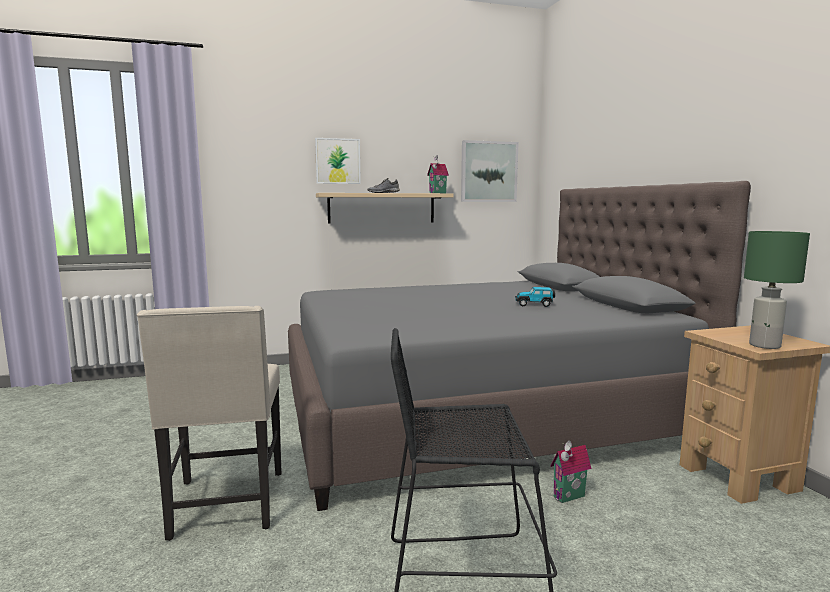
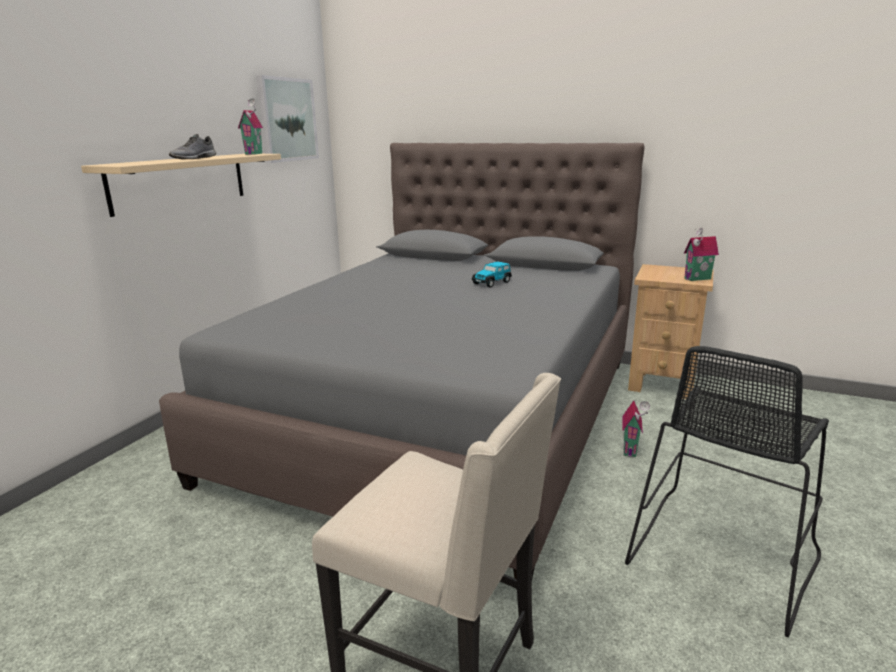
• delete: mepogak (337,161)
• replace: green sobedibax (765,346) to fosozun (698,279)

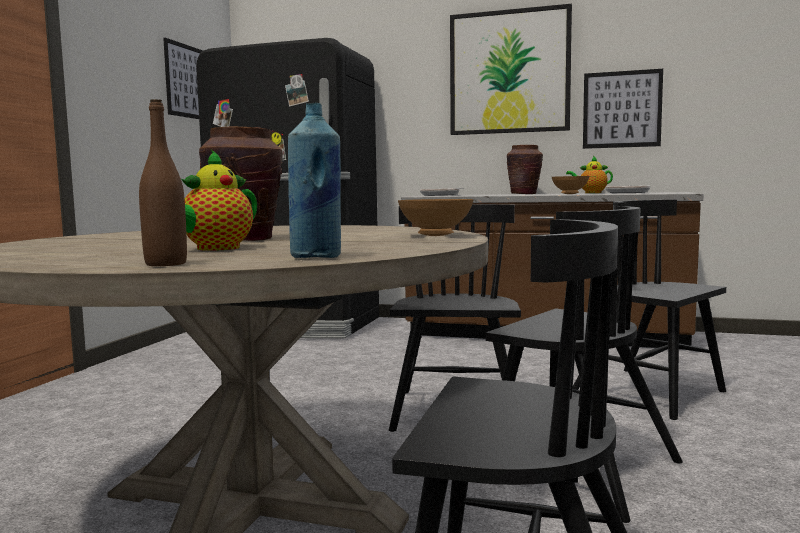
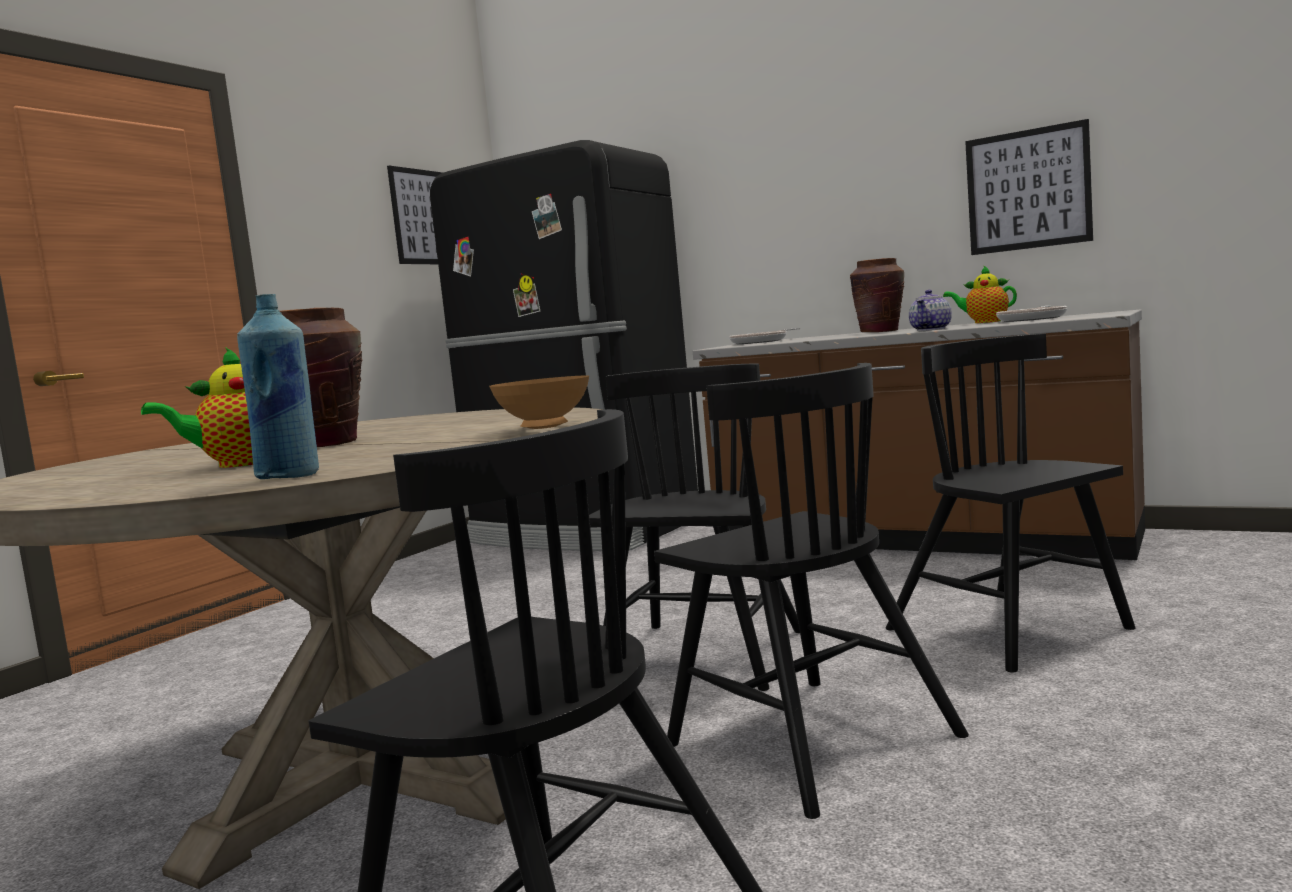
• delete: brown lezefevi (166,264)
• delete: mepogak (509,72)
• replace: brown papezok (570,194) to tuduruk (931,329)

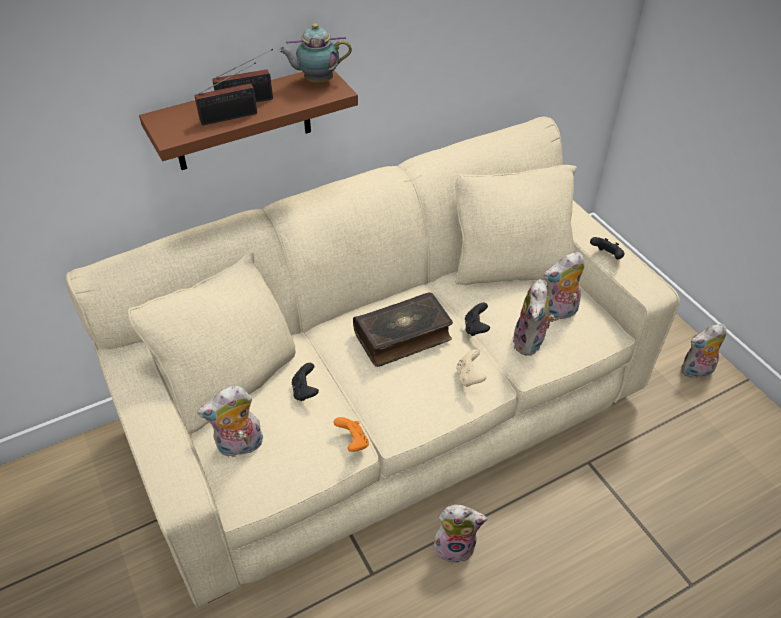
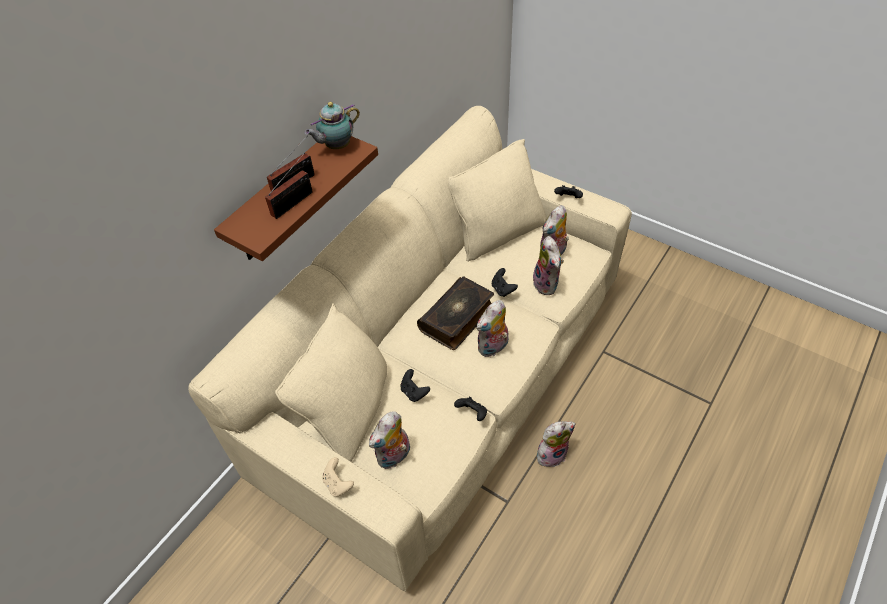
• recolor: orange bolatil (353,442) to black bolatil (472,413)
• move: beige bolatil (469,377) to (338,484)
• move: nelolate (696,372) to (493,347)

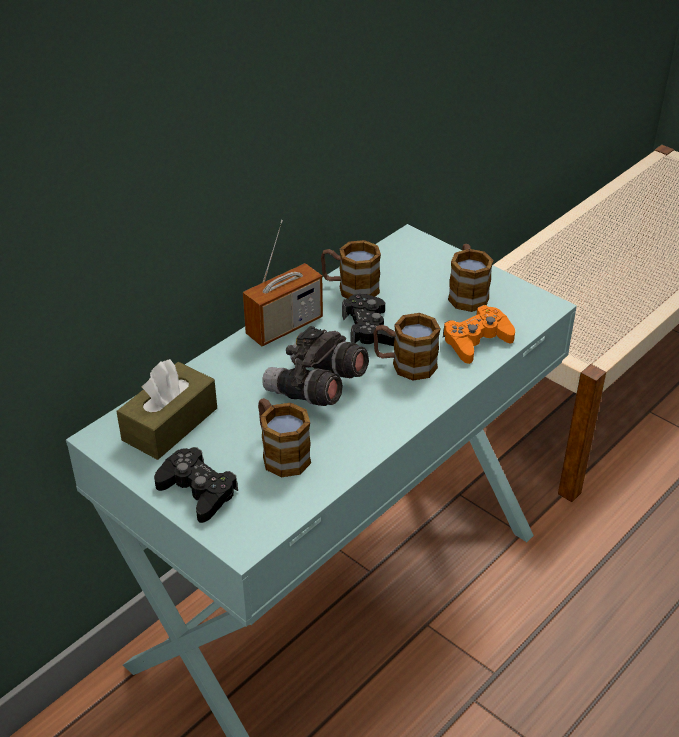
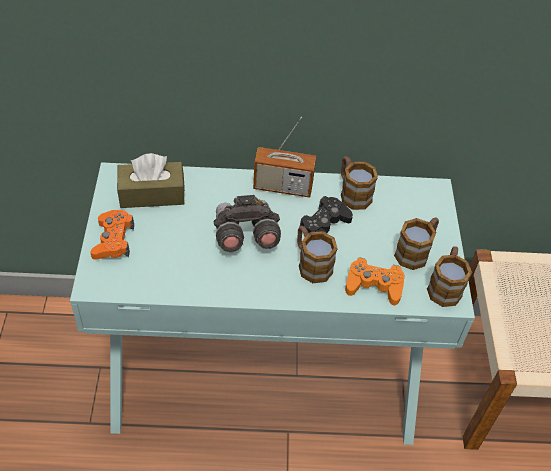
• recolor: black bolatil (197,491) to orange bolatil (113,240)
• move: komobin (281,453) to (445,286)

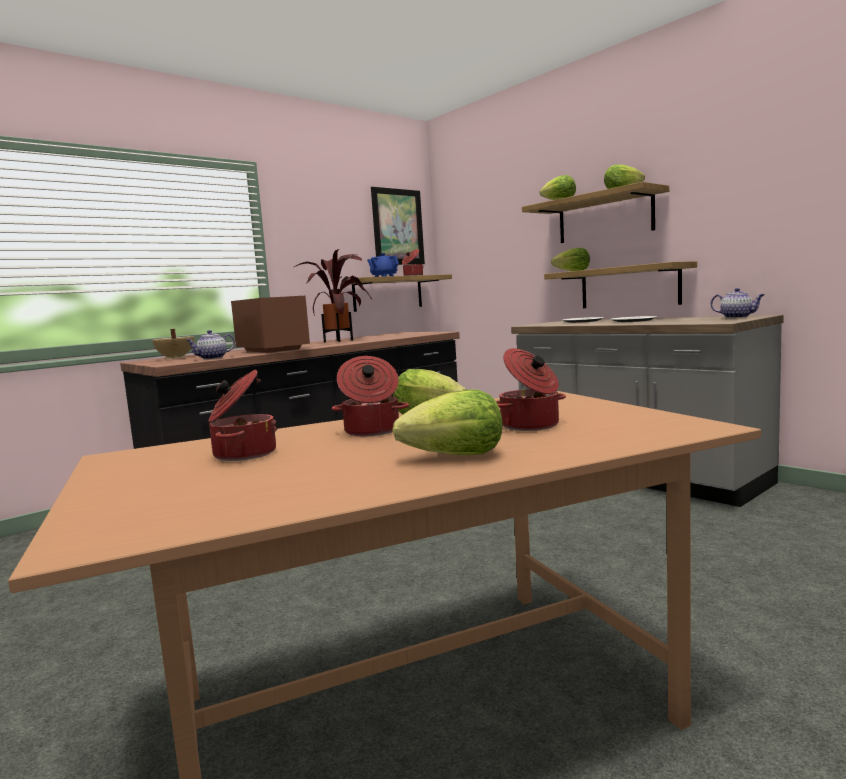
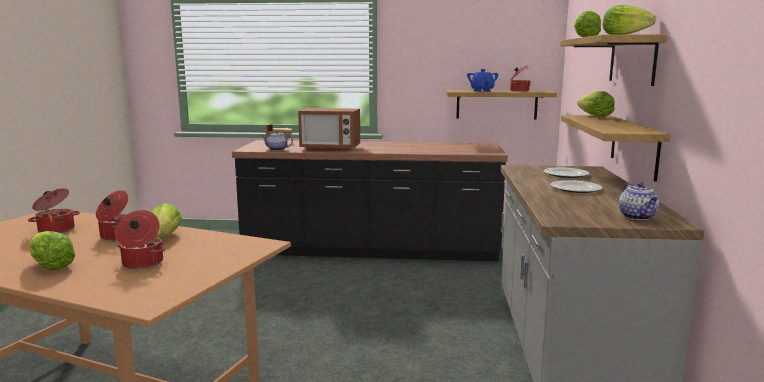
• rotate: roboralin (273,350) = (330,148) 90 degrees clockwise
• delete: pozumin (341,341)
• delete: mepogak (398,227)

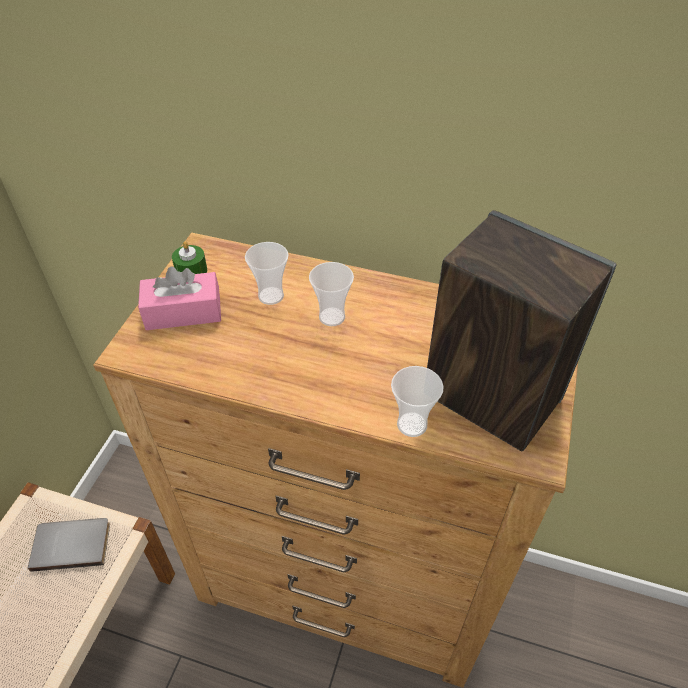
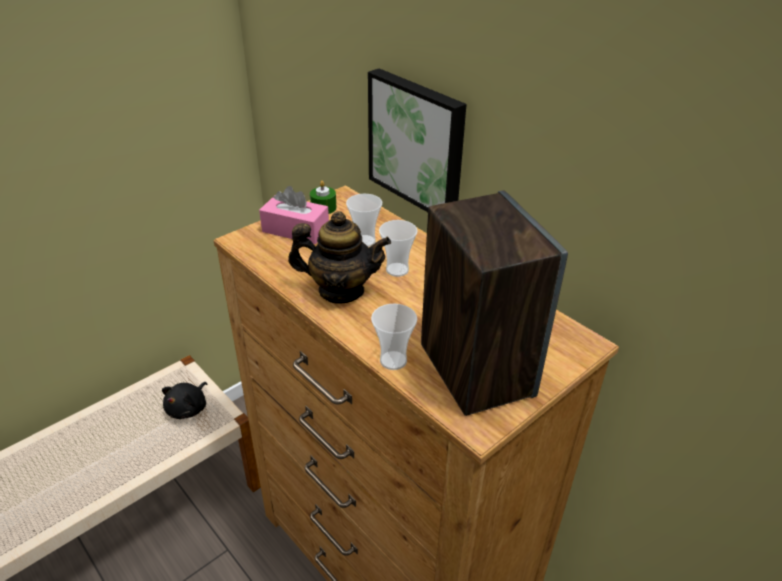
• replace: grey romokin (72,543) to black nelolate (188,408)
• insert: tuduruk (341,290)
• insert: mepogak (418,143)

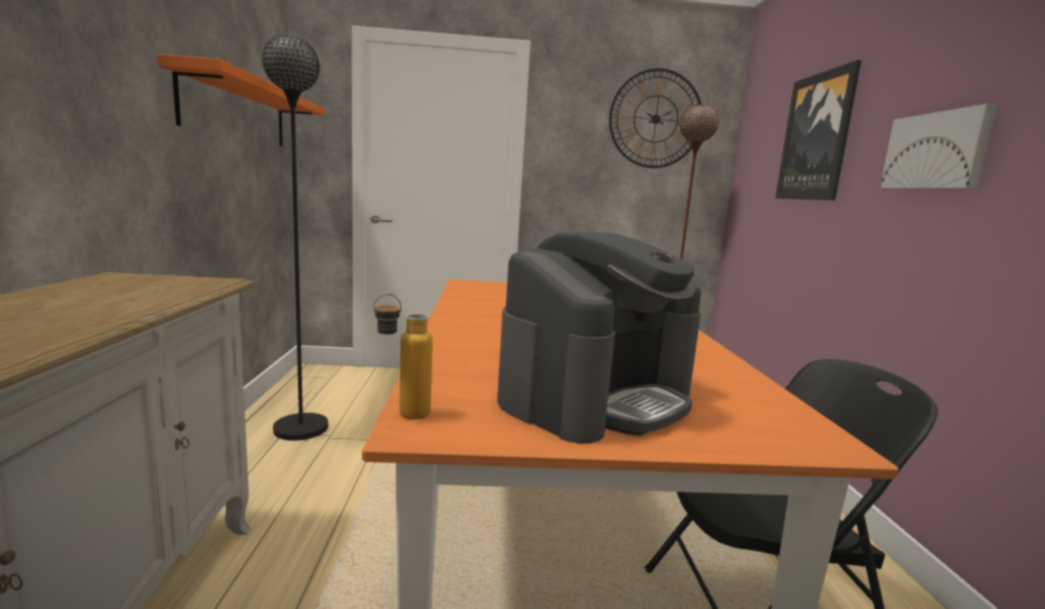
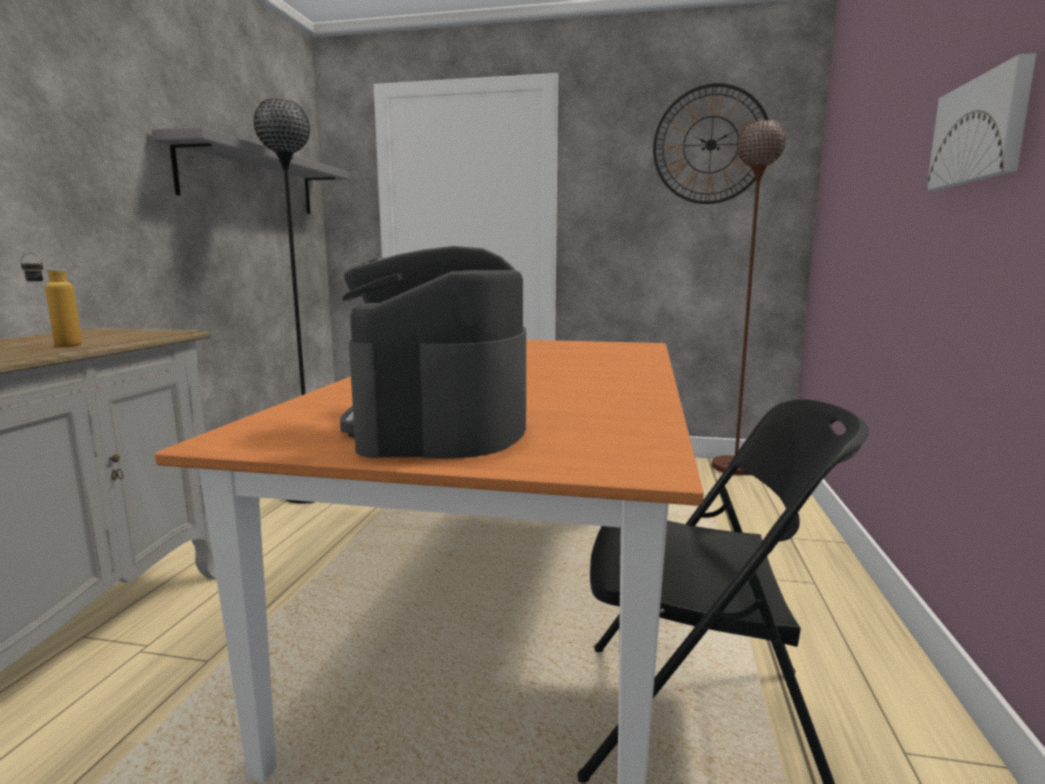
• recolor: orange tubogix (237,111) to grey tubogix (251,180)
• move: lezefevi (401,415) to (58,345)
• rotate: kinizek (596,397) = (440,425) 120 degrees clockwise
• delete: mepogak (816,137)

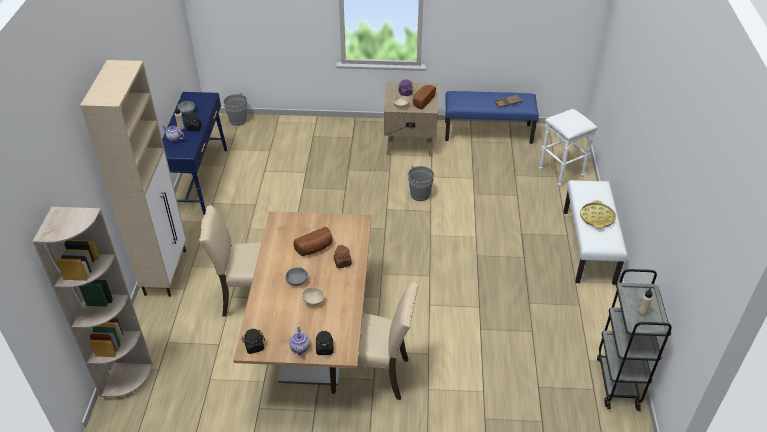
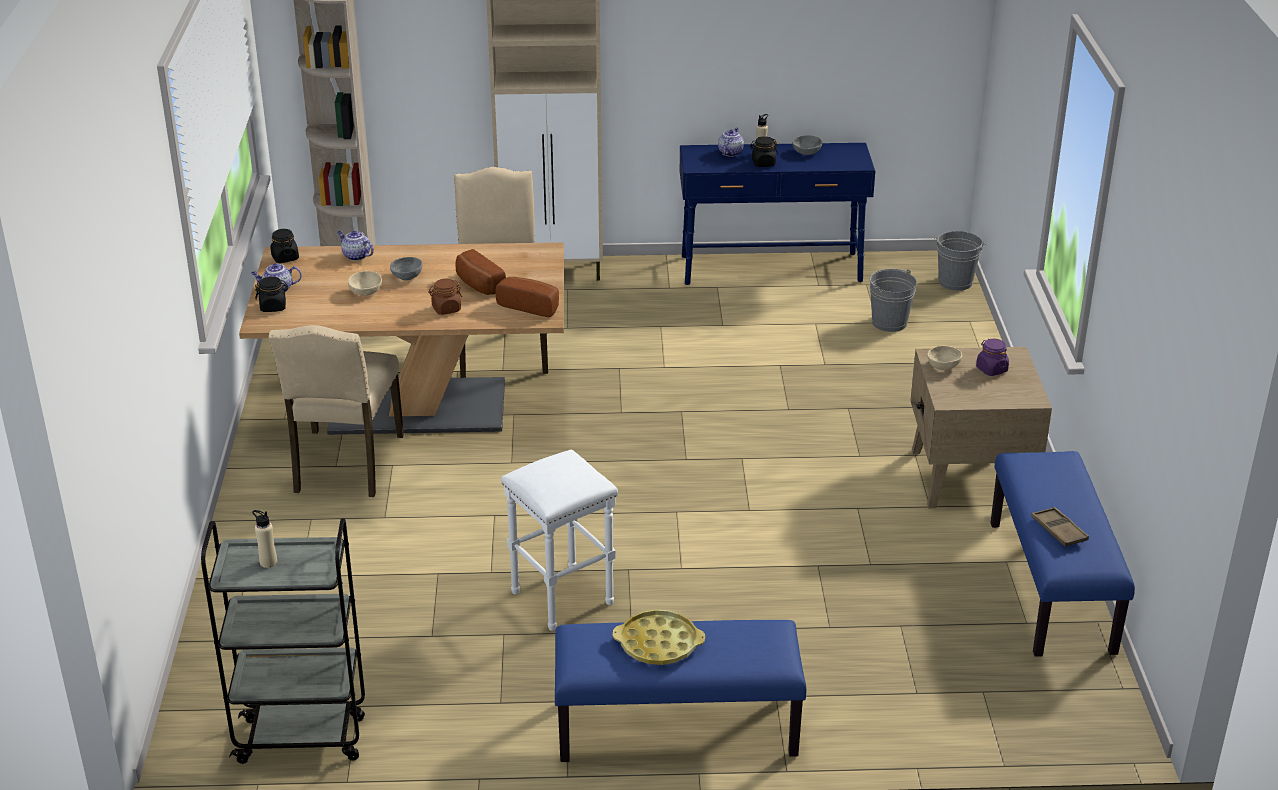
• move: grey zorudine (420,194) to (889,322)
• move: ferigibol (422,101) to (530,306)
• move: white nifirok (562,172) to (562,599)
• recolor: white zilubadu (589,247) to blue zilubadu (676,730)
• insert: tuduruk (355,256)

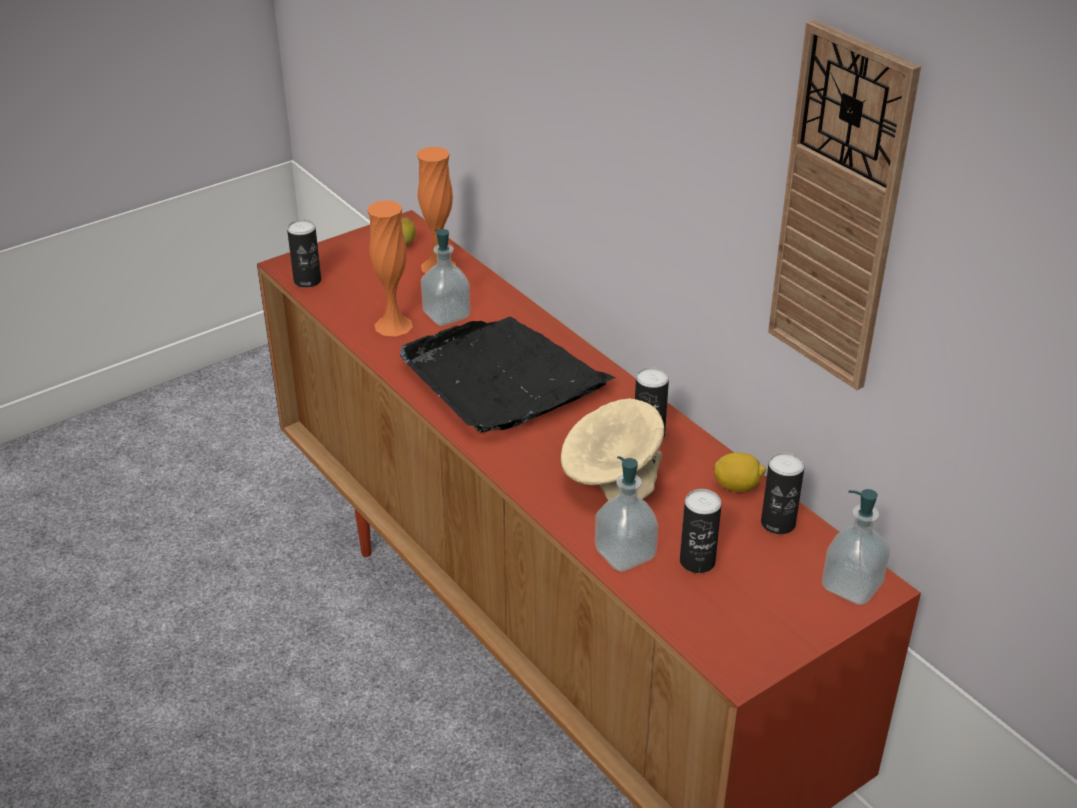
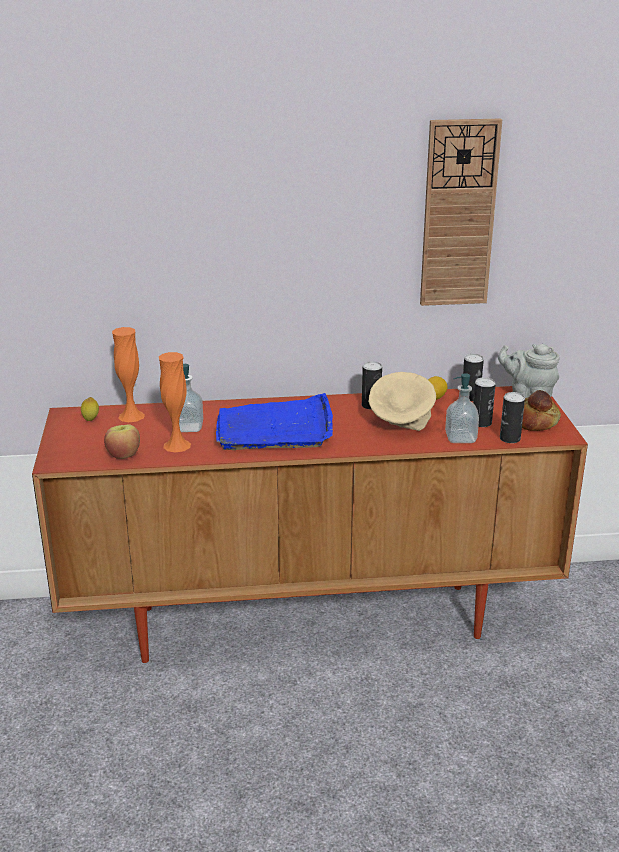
• move: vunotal (307,281) to (510,439)
• recolor: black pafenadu (501,379) to blue pafenadu (275,428)
• replace: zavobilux (851,586) to grey tuduruk (528,396)
• insert: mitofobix (123,455)
• insert: ferigibol (536,422)

